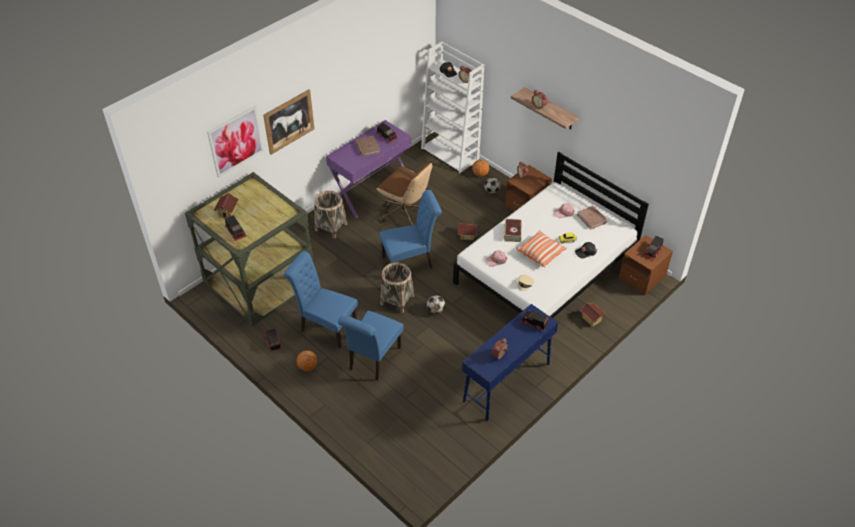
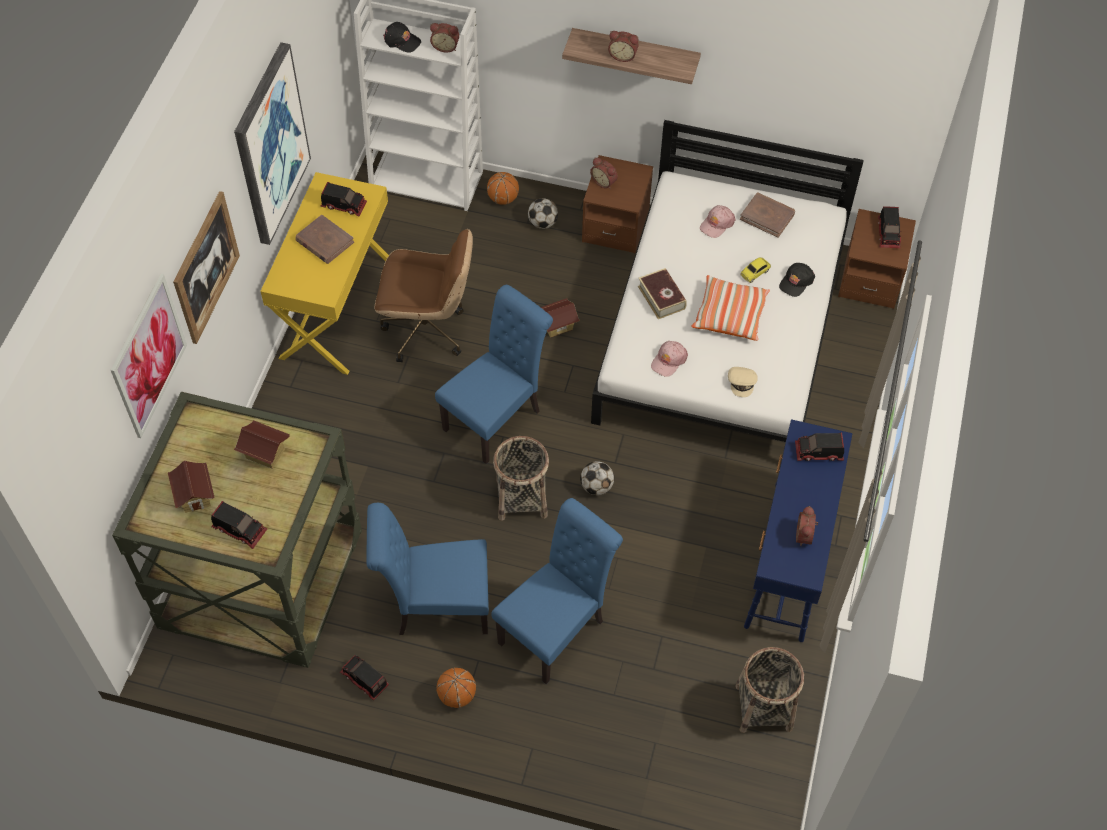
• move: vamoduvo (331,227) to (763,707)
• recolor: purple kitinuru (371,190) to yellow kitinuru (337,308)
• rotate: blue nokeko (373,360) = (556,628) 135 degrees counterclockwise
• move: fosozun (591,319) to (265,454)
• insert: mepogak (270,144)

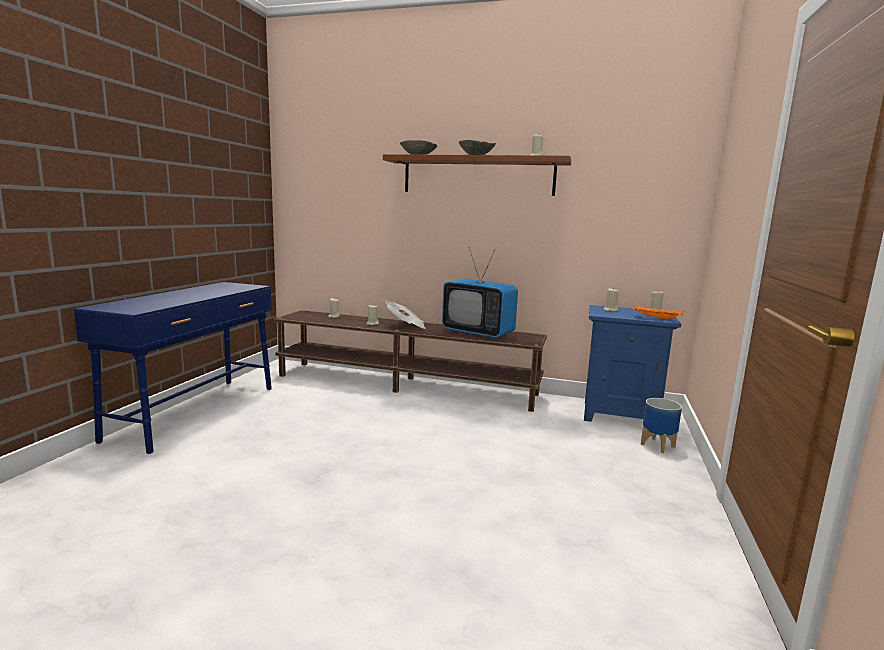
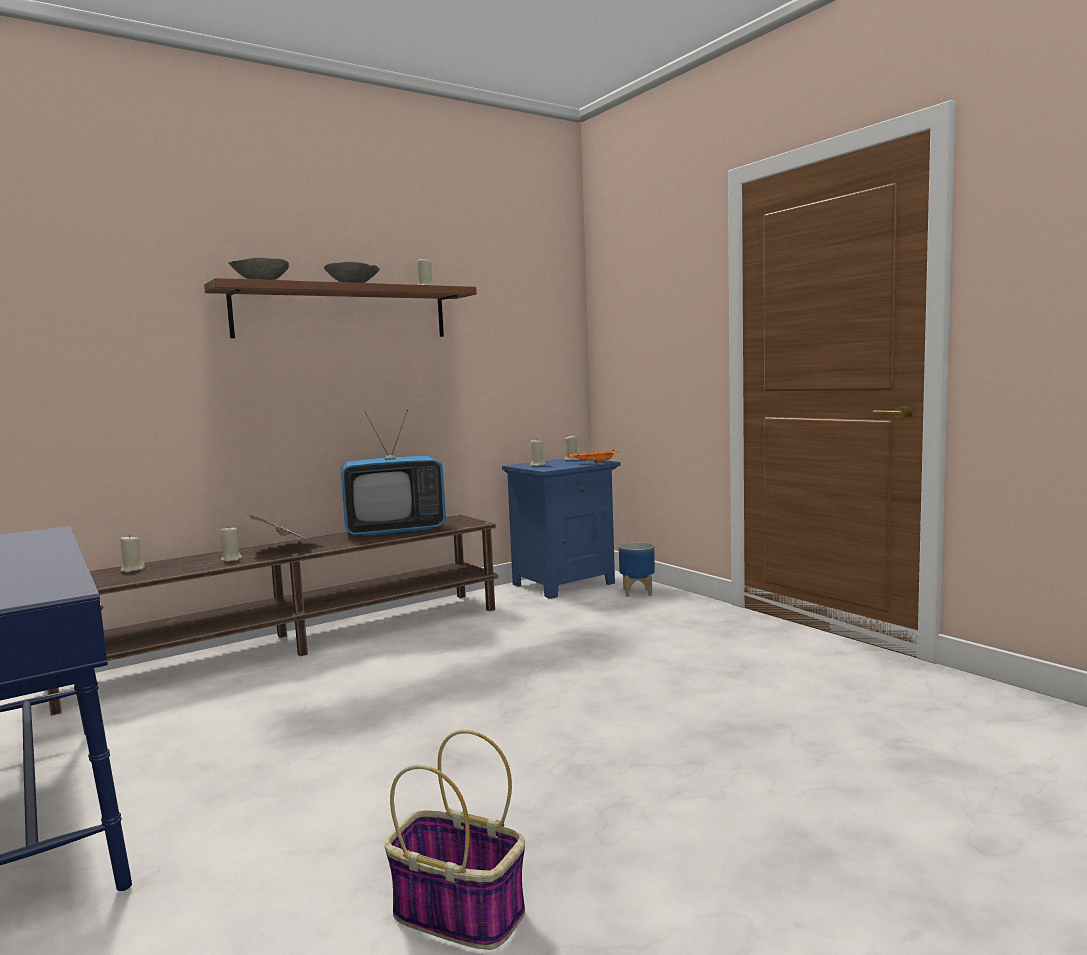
• insert: vamoduvo (455,912)

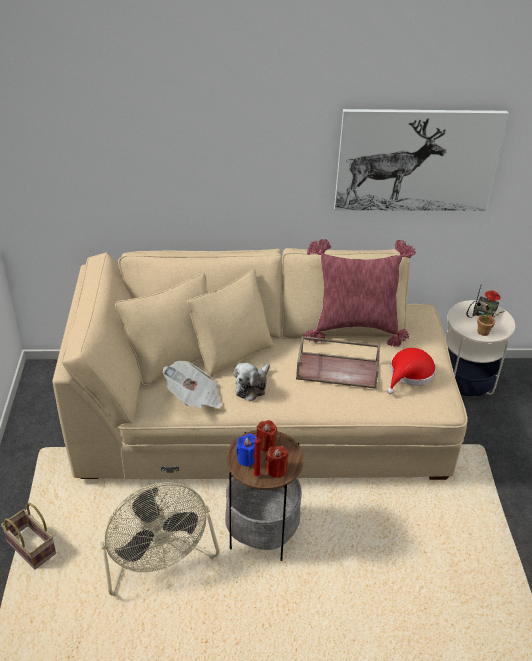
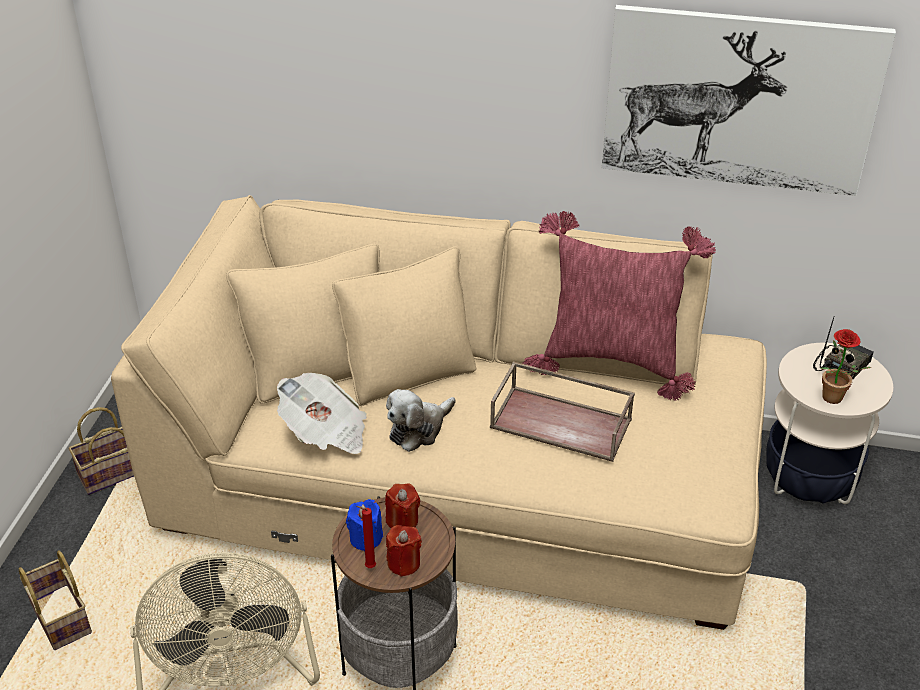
• delete: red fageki (410,374)
• insert: vamoduvo (114,471)

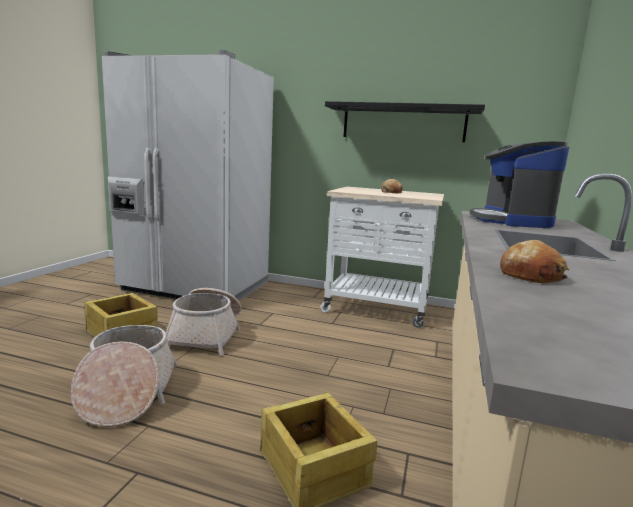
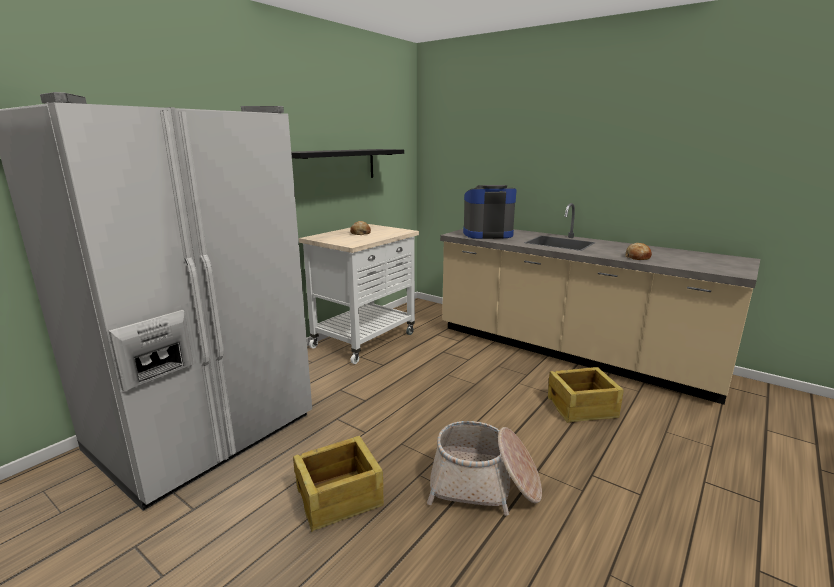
• delete: vamoduvo (206,335)
• rotate: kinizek (511,221) = (487,234) 150 degrees clockwise

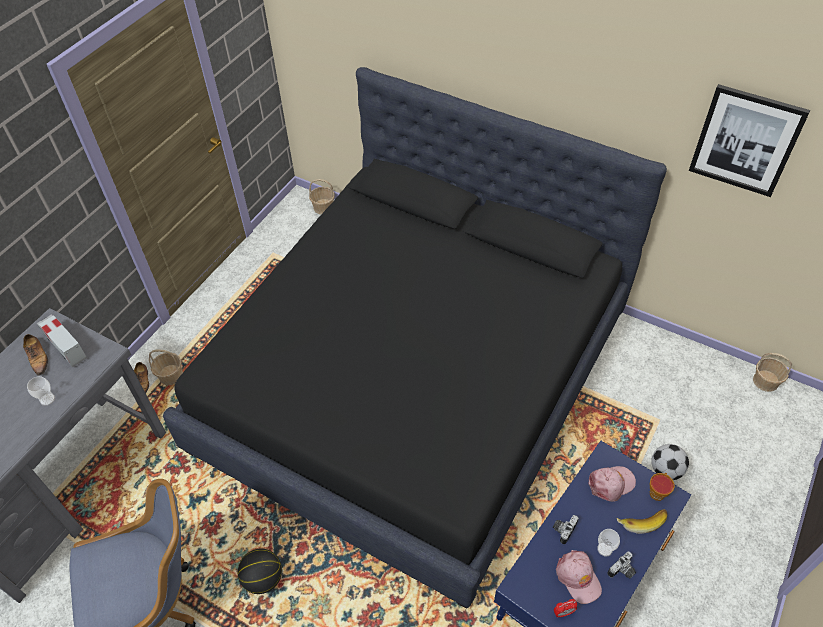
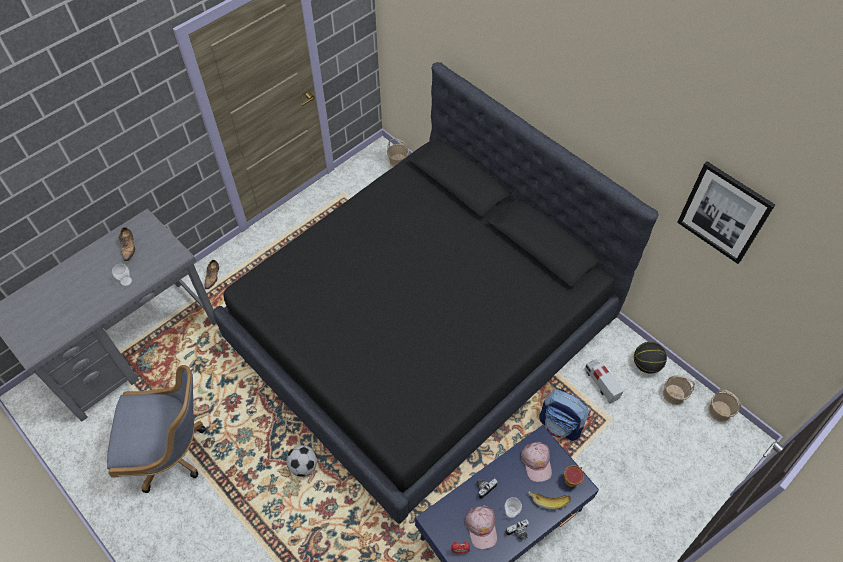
• move: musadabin (65,346) to (601,384)
• move: vamoduvo (170,375) to (673,394)
• move: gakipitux (263,578) to (646,364)
• rotate: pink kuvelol (611,484) = (536,462) 90 degrees clockwise
• move: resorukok (665,470) to (303,466)
• insert: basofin (560,425)

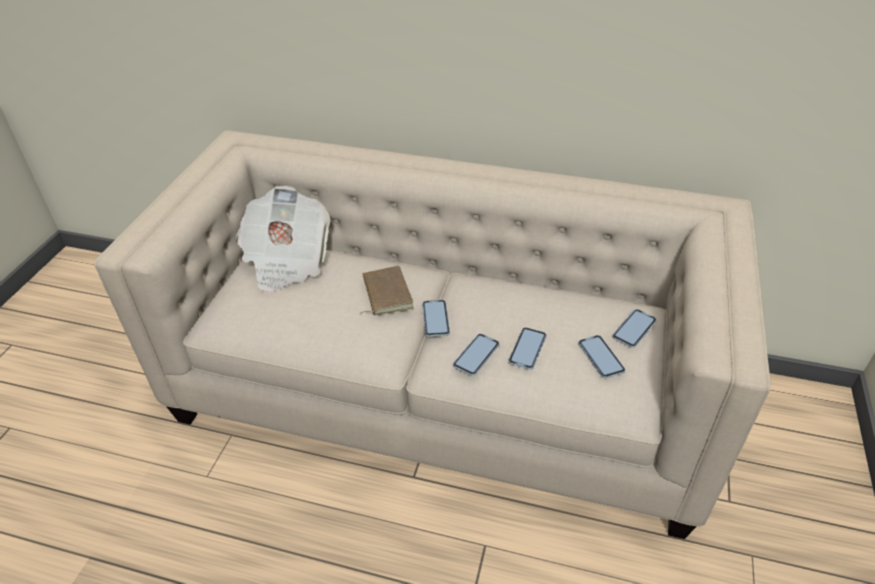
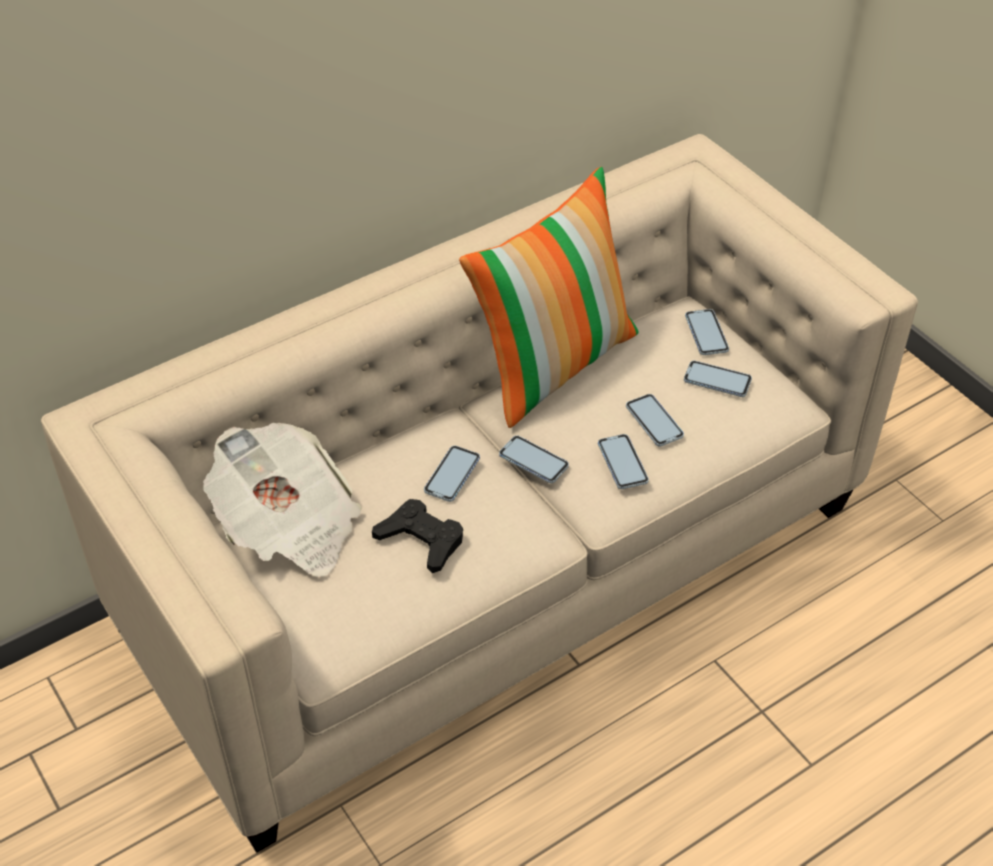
• replace: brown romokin (385,293) to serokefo (452,475)
• insert: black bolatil (421,540)
• insert: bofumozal (553,363)

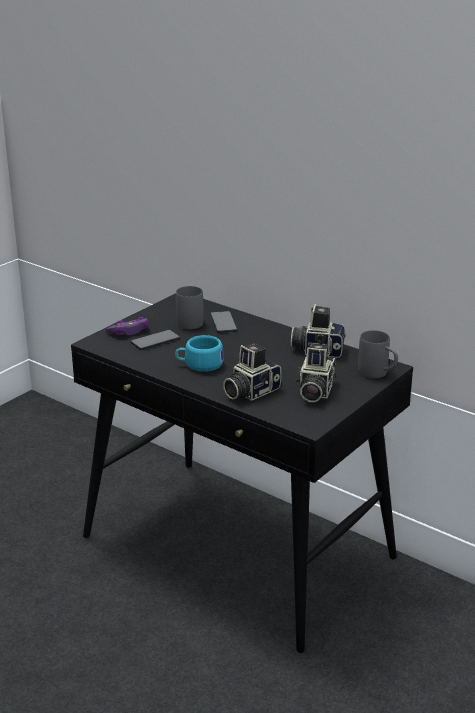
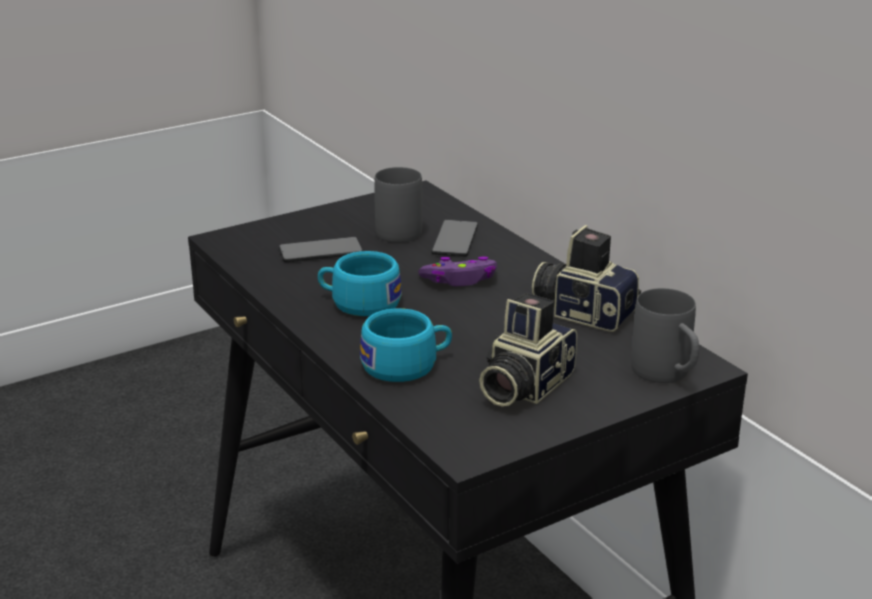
• move: purple bolatil (129,331) to (460,280)
• replace: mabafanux (250,391) to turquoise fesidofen (407,365)

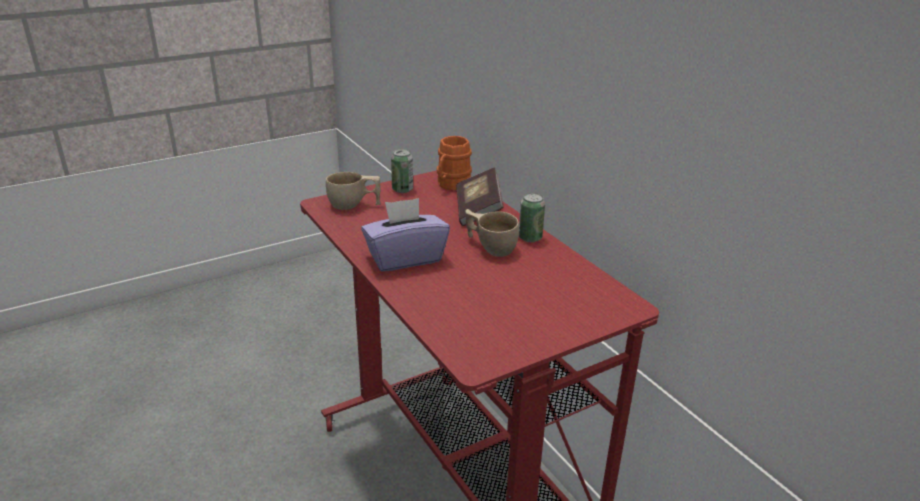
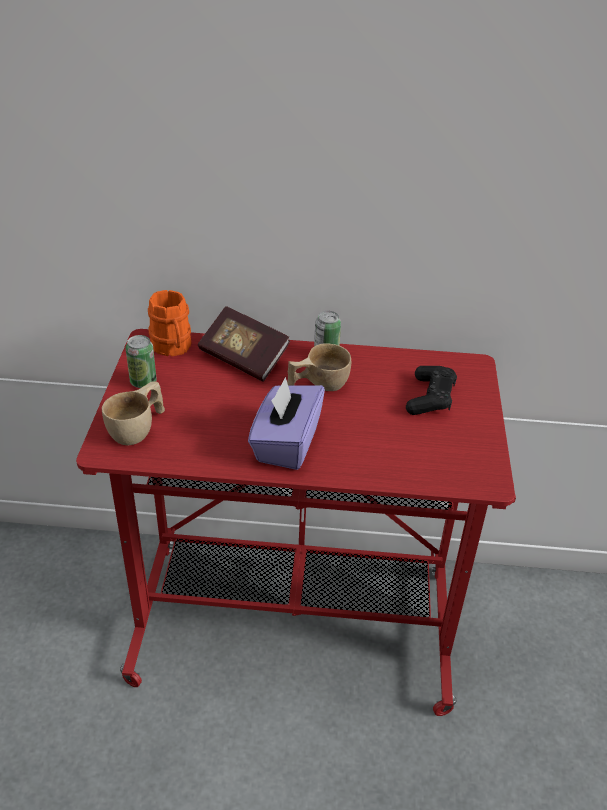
• insert: black bolatil (430,398)

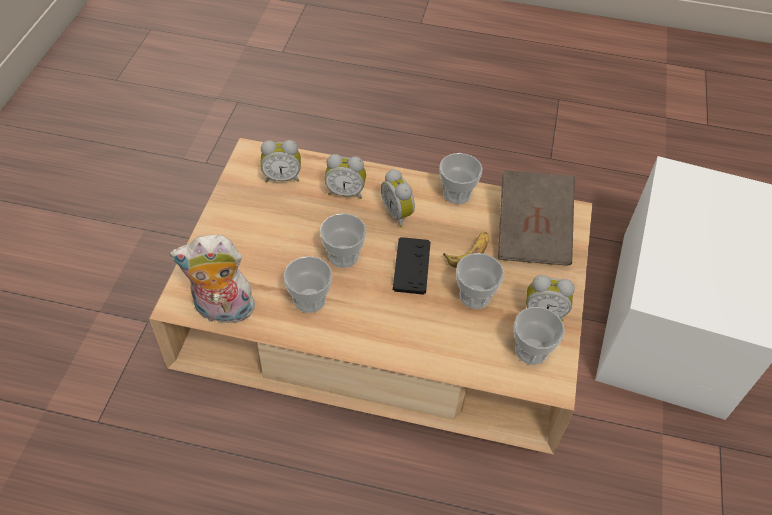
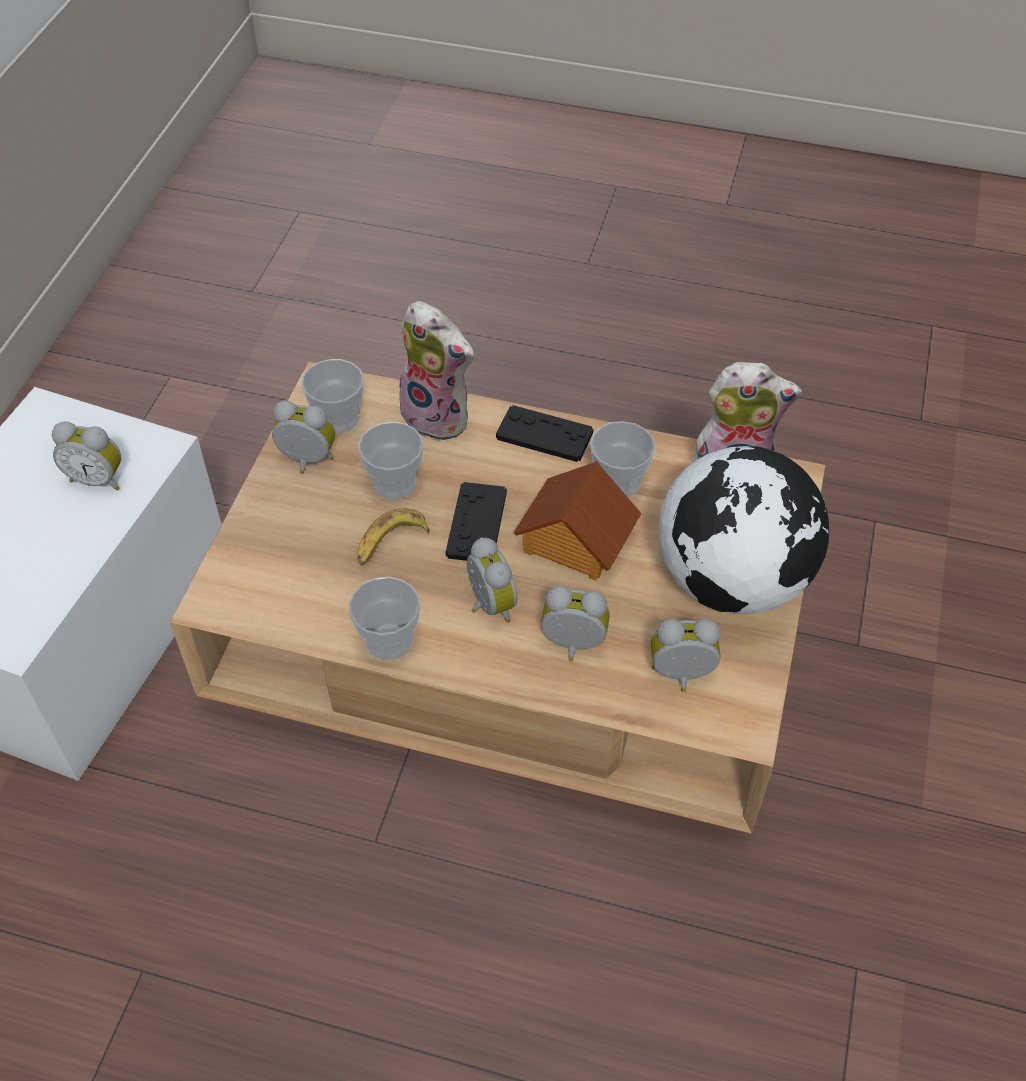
• replace: fesidofen (343,256) to fosozun (574,540)
• delete: brown romokin (532,233)
• insert: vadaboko (98,478)
• insert: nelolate (440,416)
• insert: black bolatil (544,435)
• insert: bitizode (732,580)

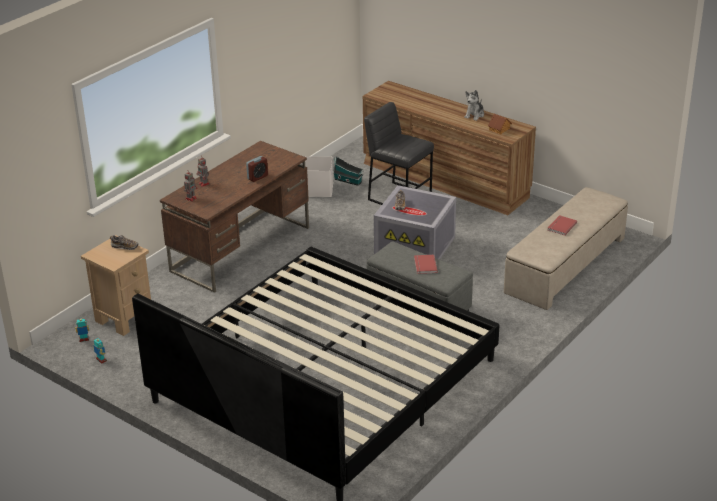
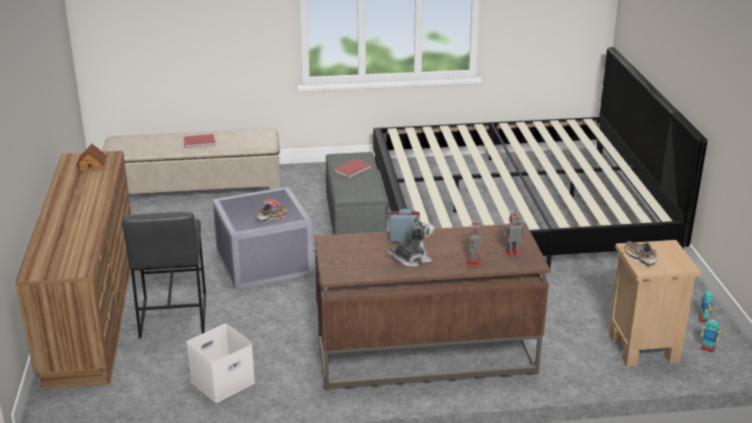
• delete: fosozun (349,181)
• move: nelolate (474,115) to (412,259)

